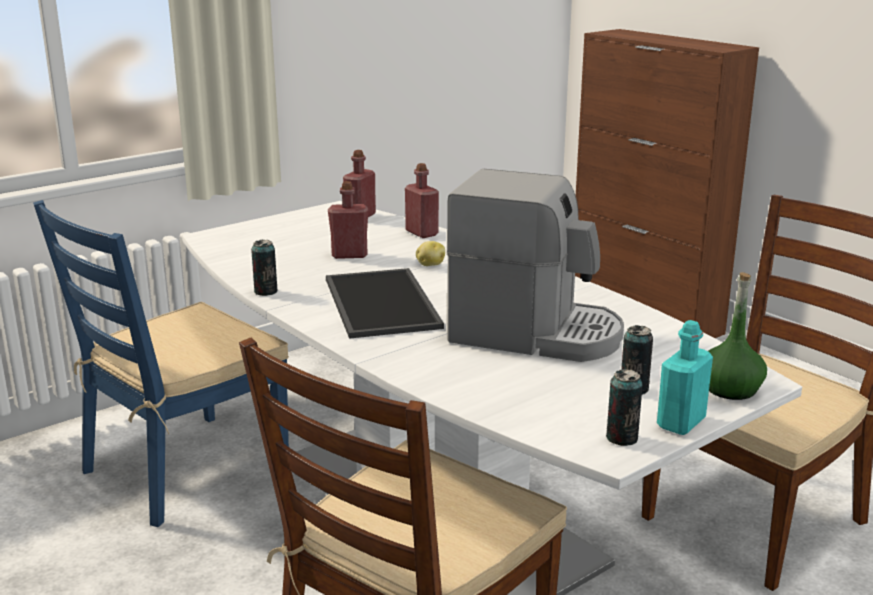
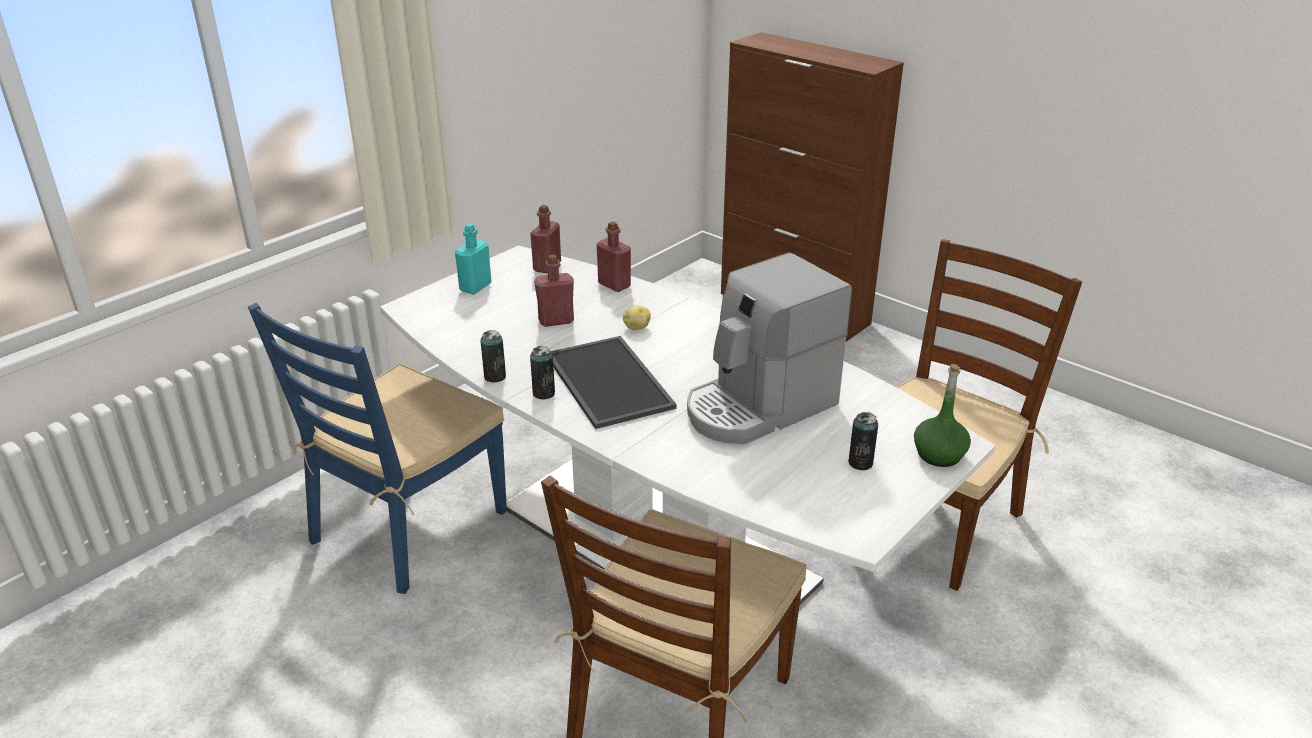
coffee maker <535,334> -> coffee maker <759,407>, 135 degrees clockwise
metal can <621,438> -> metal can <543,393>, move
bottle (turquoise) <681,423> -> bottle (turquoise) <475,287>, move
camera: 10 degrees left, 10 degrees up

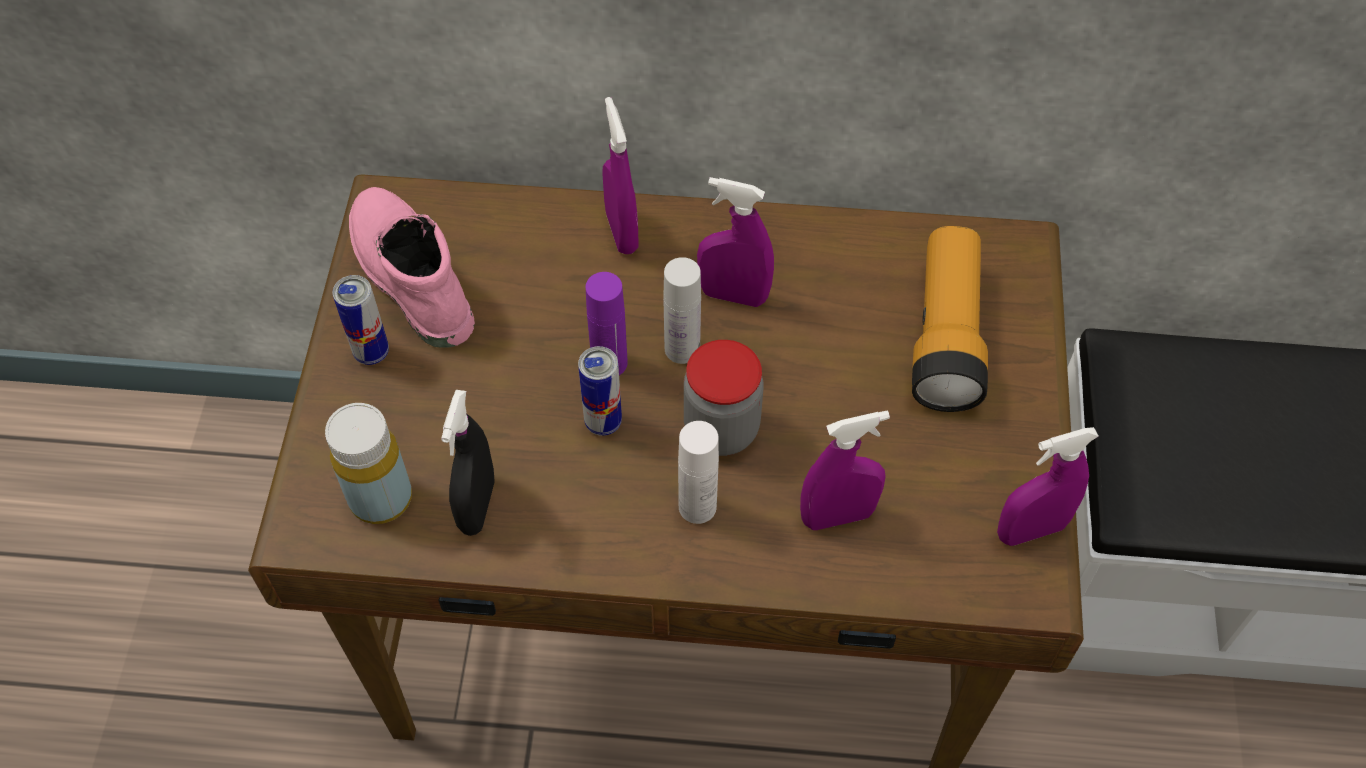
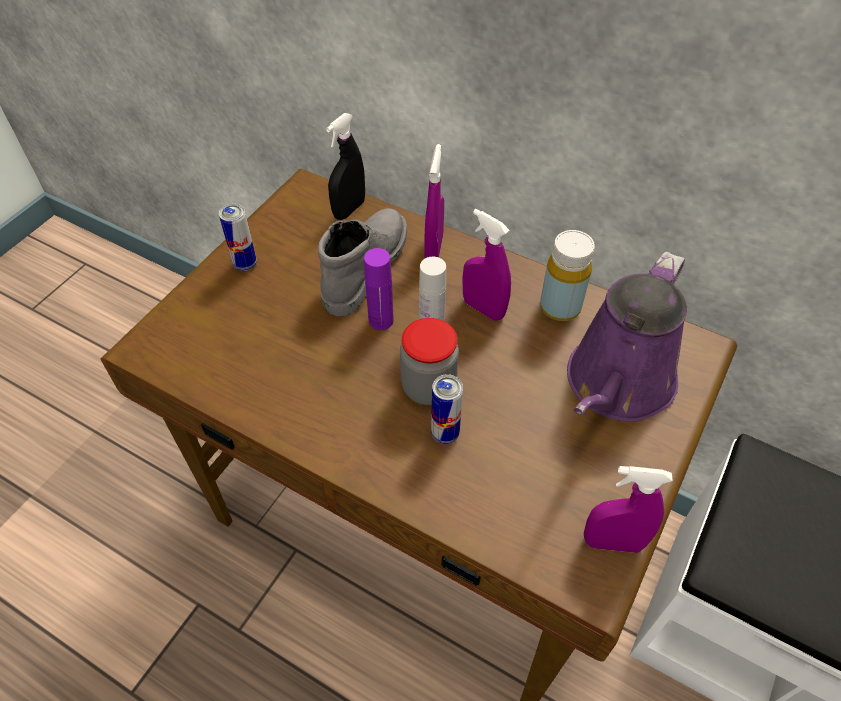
bottle (yellowish) <380,498> -> bottle (yellowish) <560,307>, move
boot (pinkish) <408,277> -> none
spray bottle (black) <477,506> -> spray bottle (black) <349,209>, move
metal can <603,422> -> metal can <445,433>, move
bottle (whitish) <697,506> -> none
spray bottle (purplish) <837,516> -> none
hand torch <946,336> -> watering can (purplish) <616,386>
none -> boot (gray) <363,267>
camera: 25 degrees right, 5 degrees down

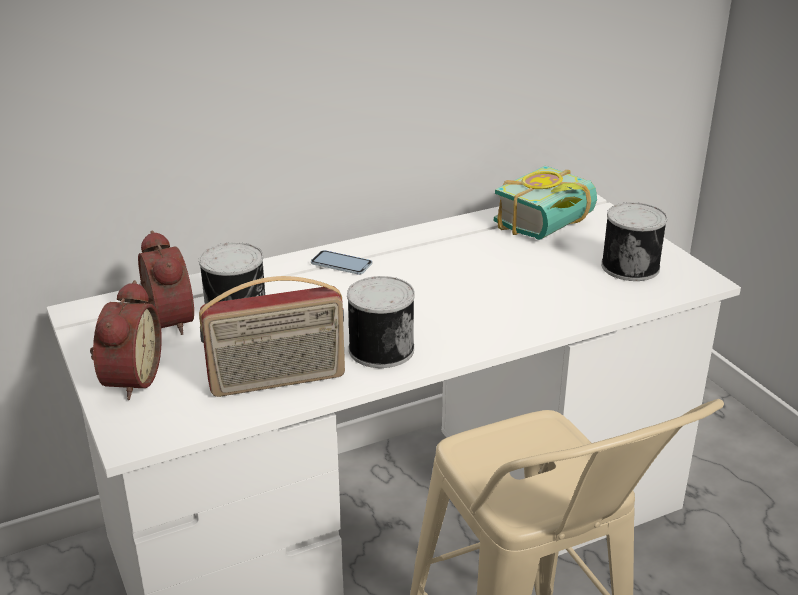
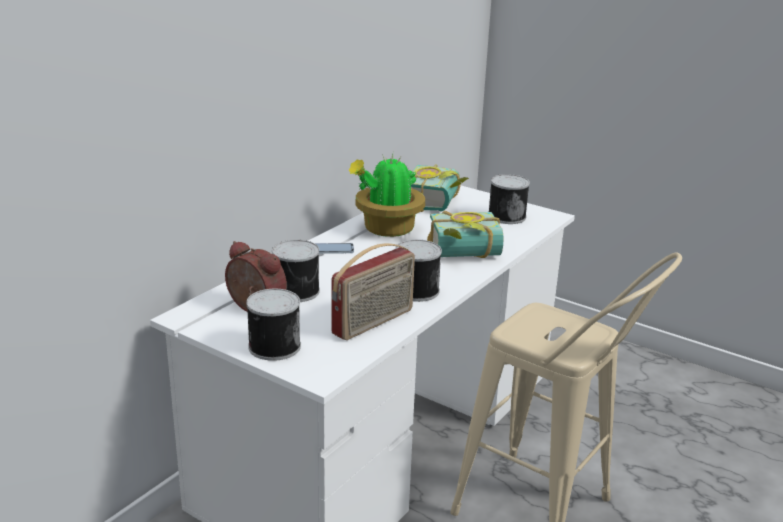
alarm clock <128,379> -> metal can <273,346>
none -> plant in a pot <387,229>
none -> volume <465,255>
camera: 30 degrees left, 5 degrees down

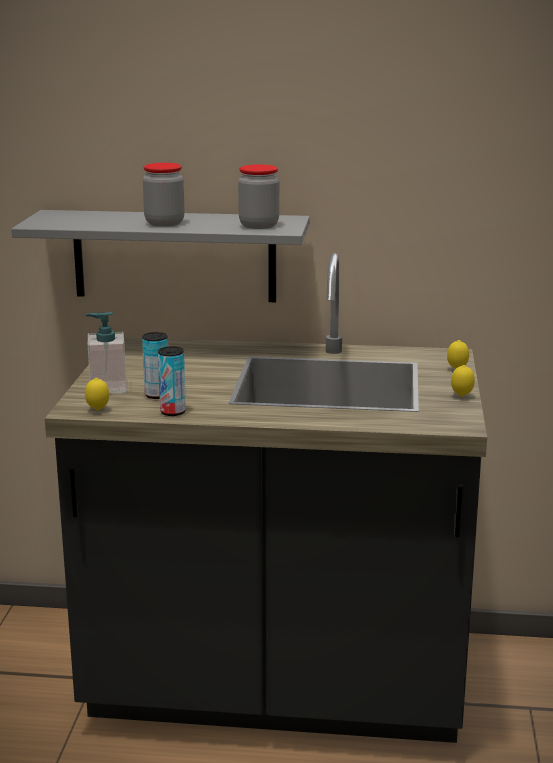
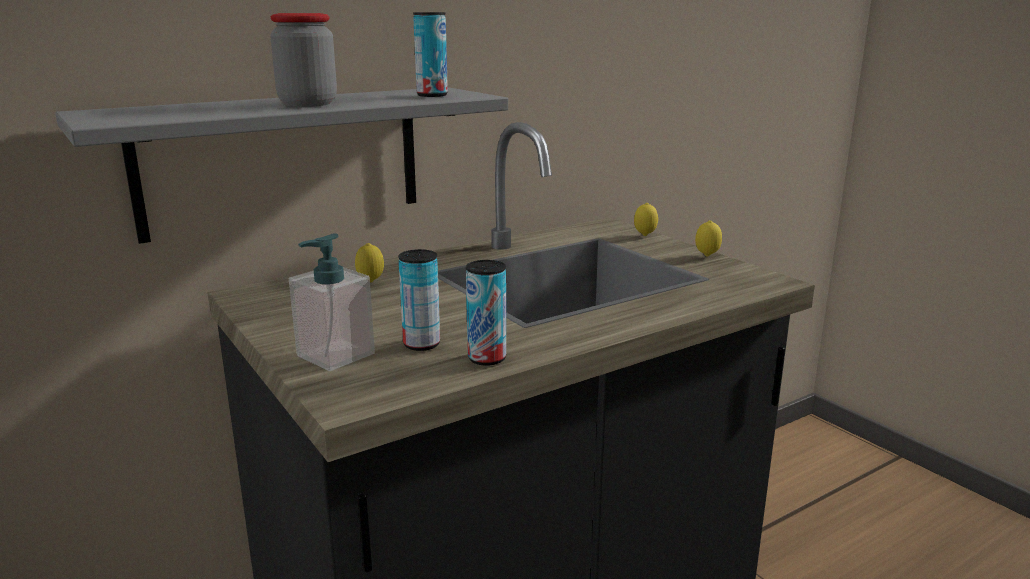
whole lemon <98,410> -> whole lemon <370,282>, move
jar <259,225> -> metal can <432,95>
camera: 40 degrees left, 0 degrees up

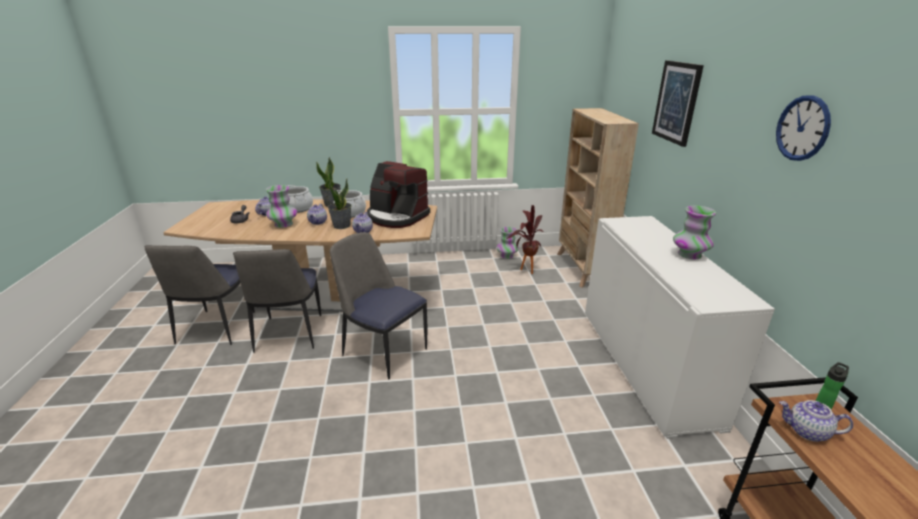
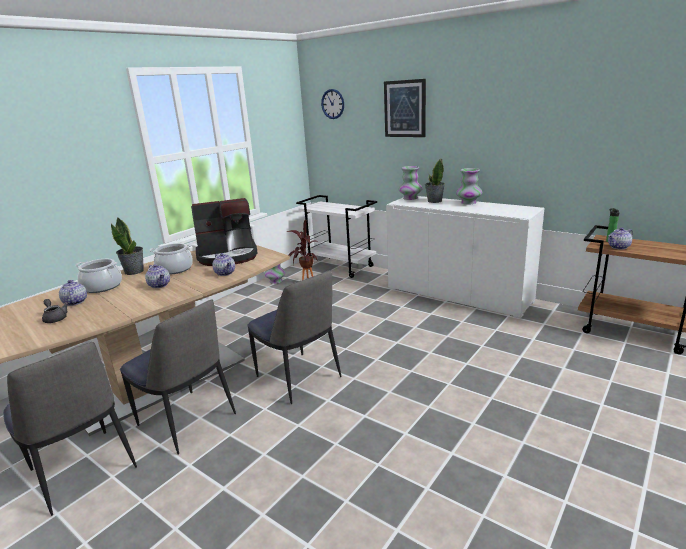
decorative vase <284,224> -> decorative vase <410,198>, move
plant in a pot <341,225> -> plant in a pot <434,201>, move
chair <383,351> -> chair <299,378>, 120 degrees counterclockwise
bookshelf (sand-coloured) <582,269> -> wheeled cart (whitish) <341,267>
wall clock <802,128> -> wall clock <332,104>, move
camera: 45 degrees left, 5 degrees down

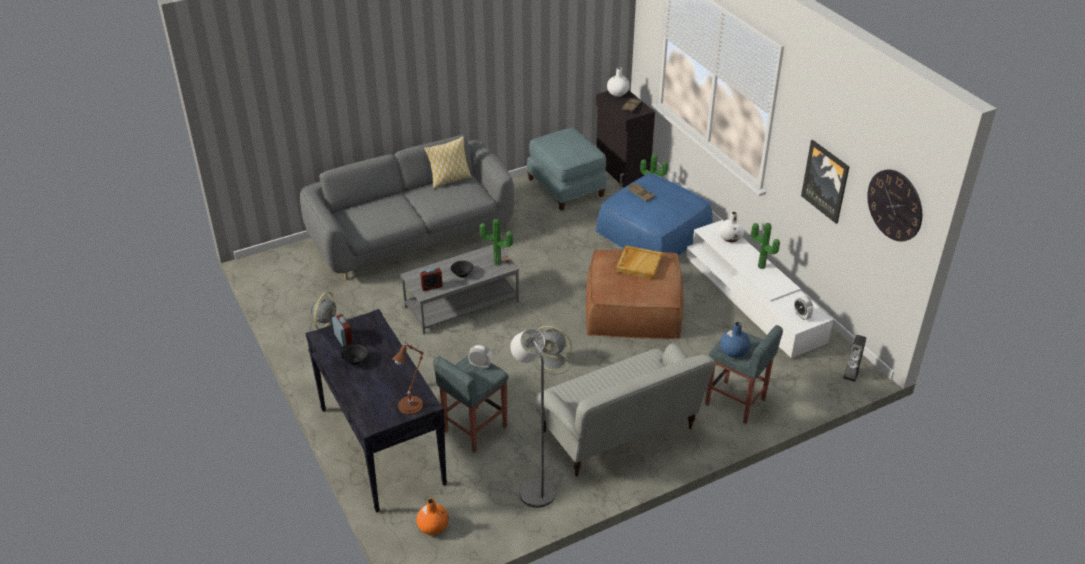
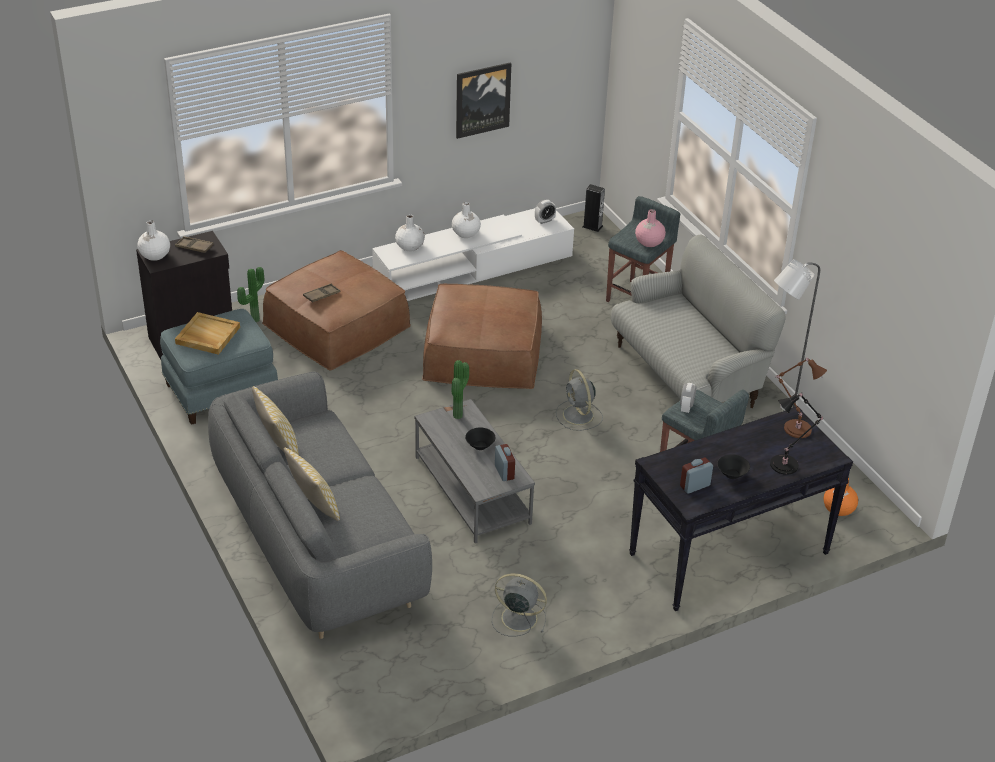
cooling fan (gray) <553,361> -> cooling fan (gray) <578,416>, 135 degrees clockwise
footrest (blue) <654,231> -> footrest (brown) <336,324>
tray (sand-coloured) <638,263> -> tray (sand-coloured) <207,335>, move
decorative vase (blue) <733,351> -> decorative vase (pinkish) <649,242>
plant in a pot <760,267> -> decorative vase (whitish) <465,233>
wall clock <895,205> -> none
none -> cushion <314,507>
none -> table lamp (black) <786,464>
camera: 90 degrees left, 0 degrees up

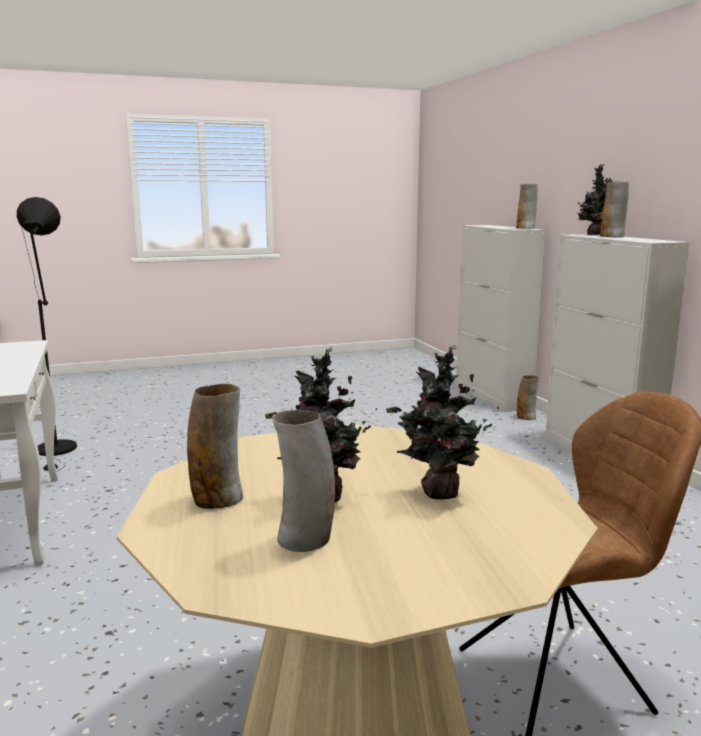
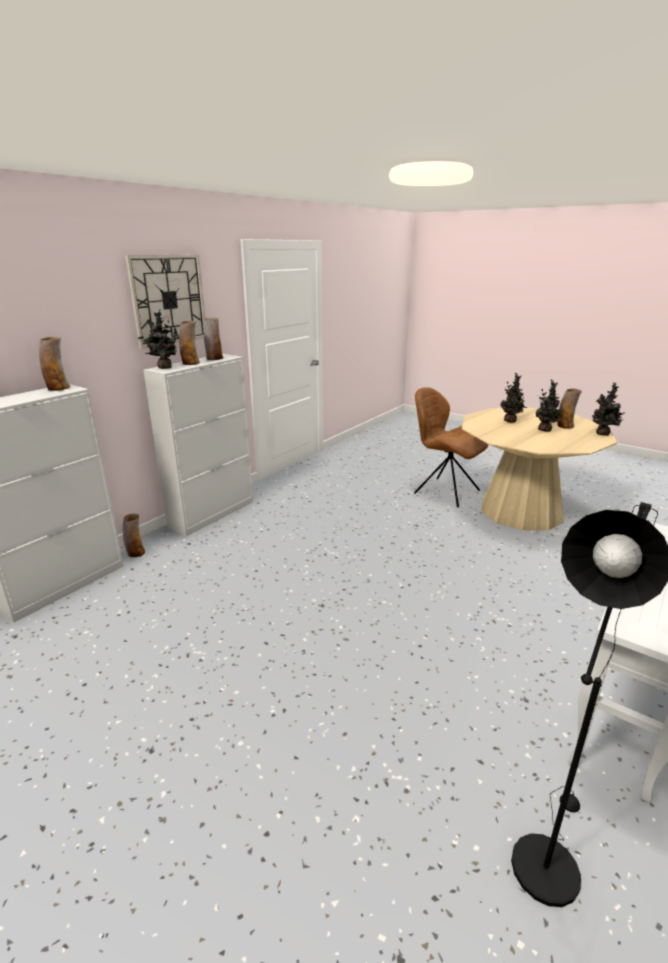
decorative vase <217,499> -> decorative vase <214,359>, move
none -> wall clock <168,300>
none -> plant in a pot <603,434>
camera: 125 degrees left, 10 degrees up

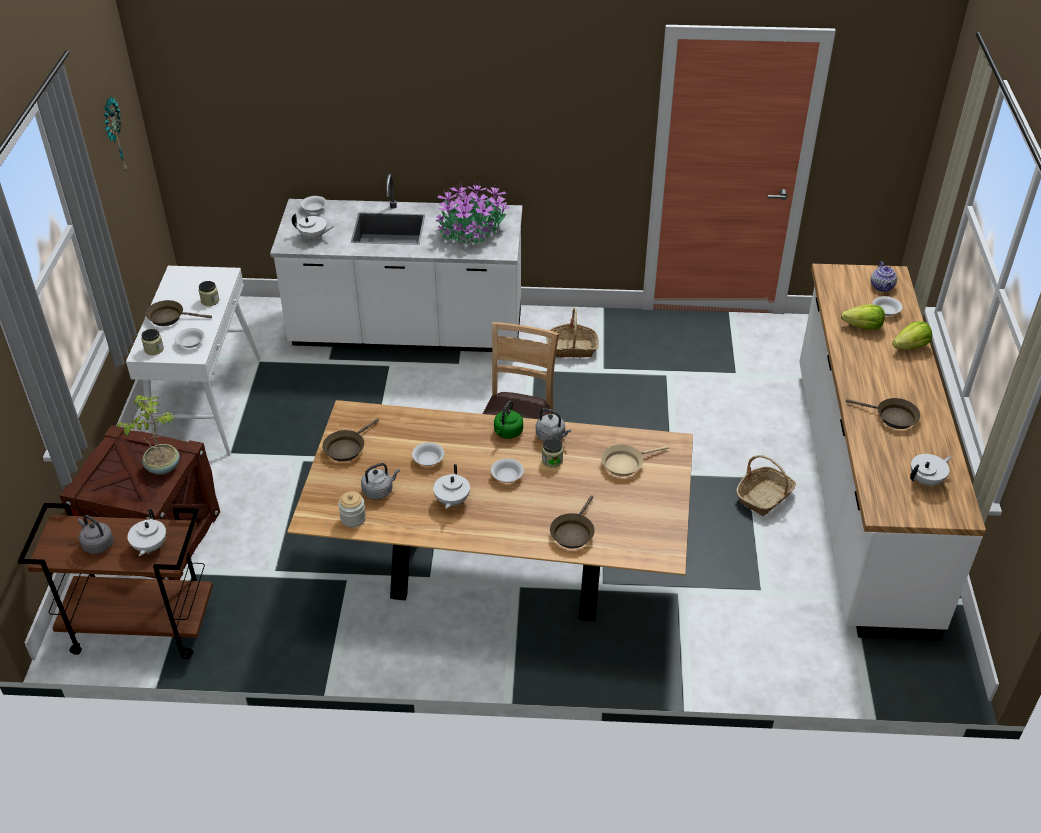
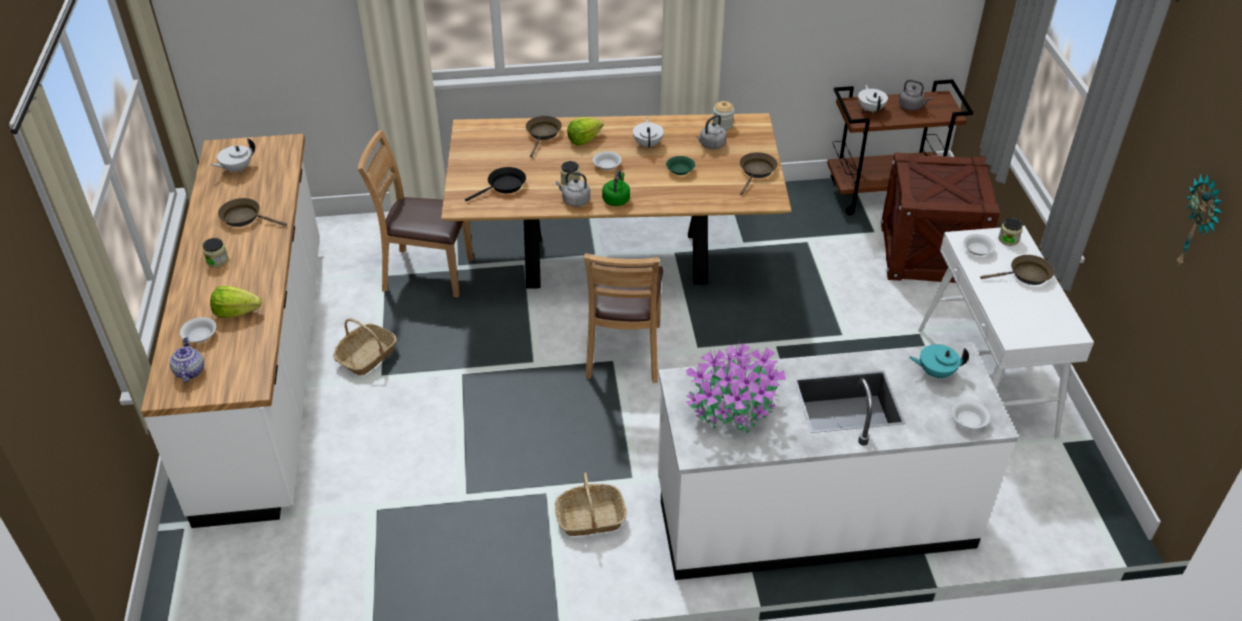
plant in a pot <162,466> -> none
jar <210,301> -> jar <217,261>, move
tea pot (whitish) <313,237> -> tea pot (turquoise) <935,372>
bowl (whitish) <428,459> -> bowl (green) <680,171>
frying pan (sand-coloured) <625,463> -> frying pan (black) <504,186>
lettuce <910,347> -> lettuce <584,139>, move
none -> chair (brown) <427,273>
camera: 170 degrees right, 0 degrees up

